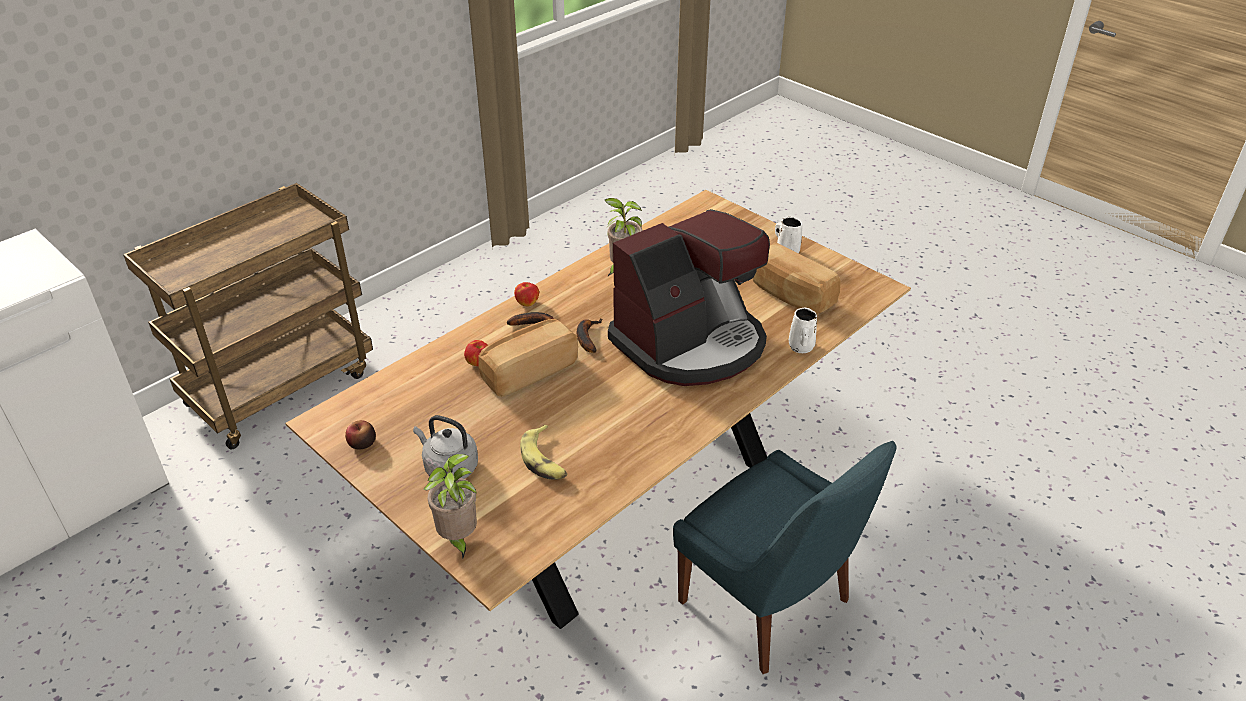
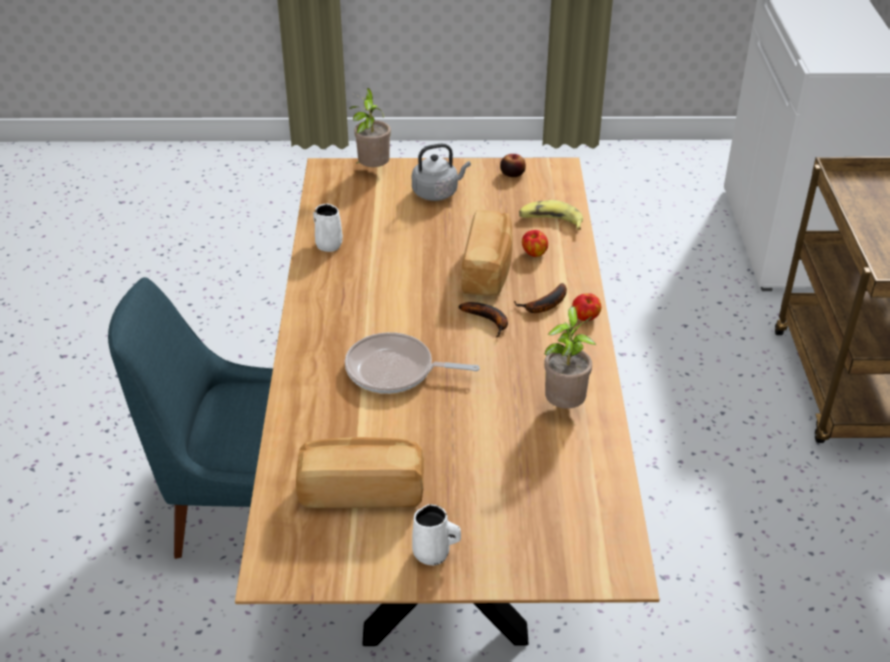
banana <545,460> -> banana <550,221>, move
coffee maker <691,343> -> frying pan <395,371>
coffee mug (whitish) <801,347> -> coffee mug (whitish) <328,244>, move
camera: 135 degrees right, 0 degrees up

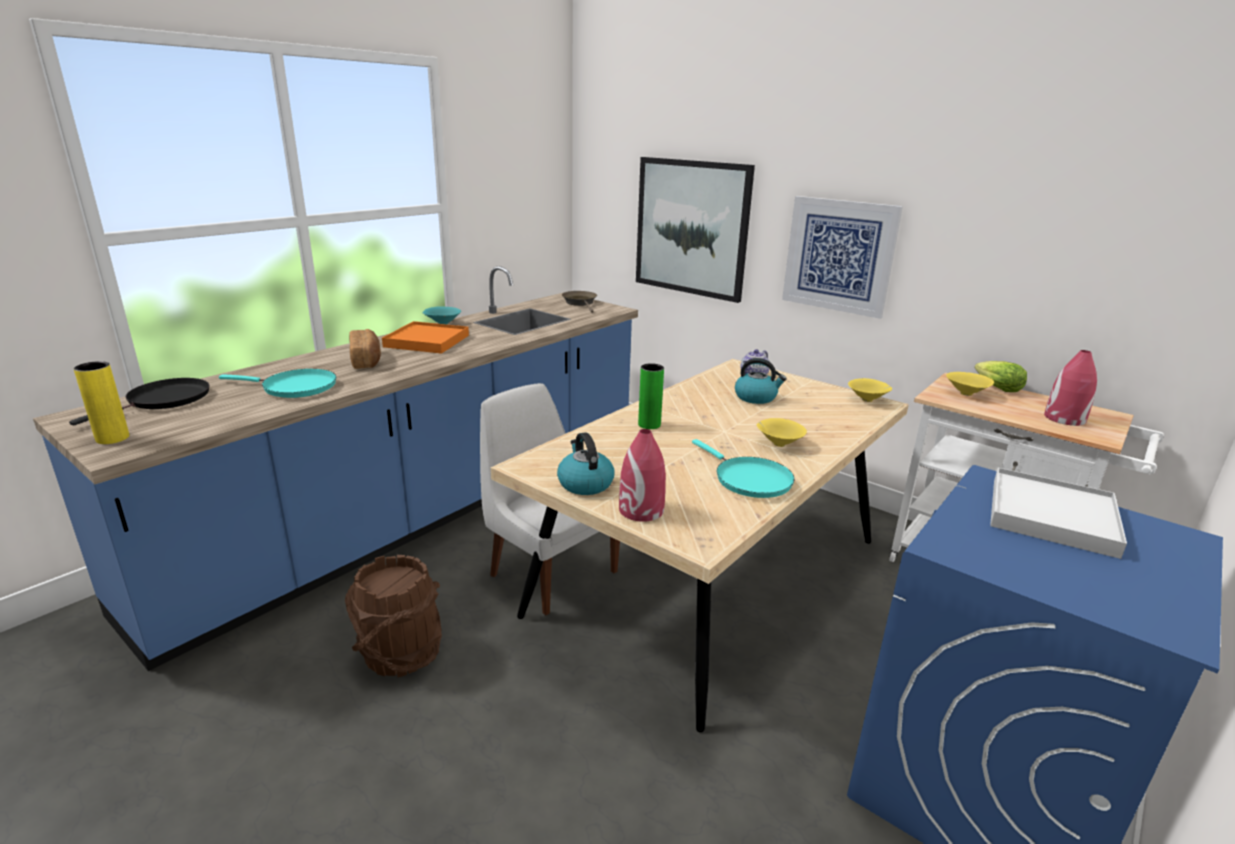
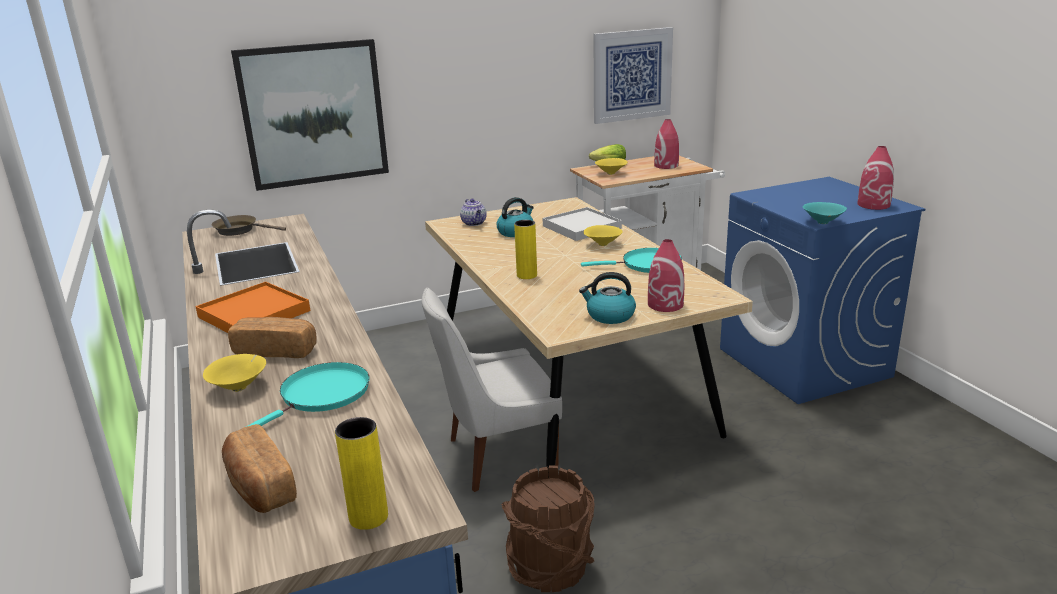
frying pan (black) <164,400> -> baked bread <259,486>
bowl (turquoise) <442,324> -> bowl (turquoise) <822,223>, move
decorative vase (green) <649,425> -> decorative vase (yellowish) <527,275>
wall art <839,256> -> wall art <632,75>, move
bowl (yellowish) <868,400> -> bowl (yellowish) <240,387>, move
tray (whitish) <1051,516> -> tray (whitish) <581,227>, move
none -> decorative vase (red) <874,205>
camera: 60 degrees left, 0 degrees up

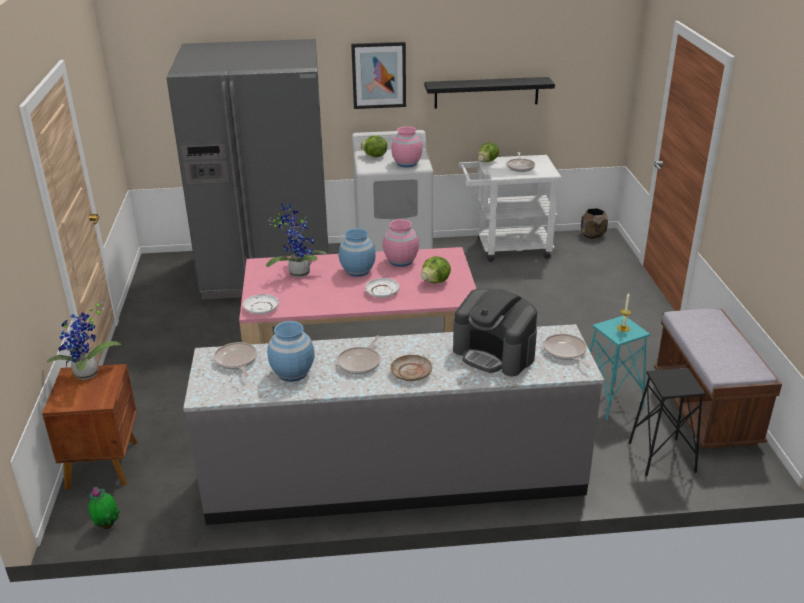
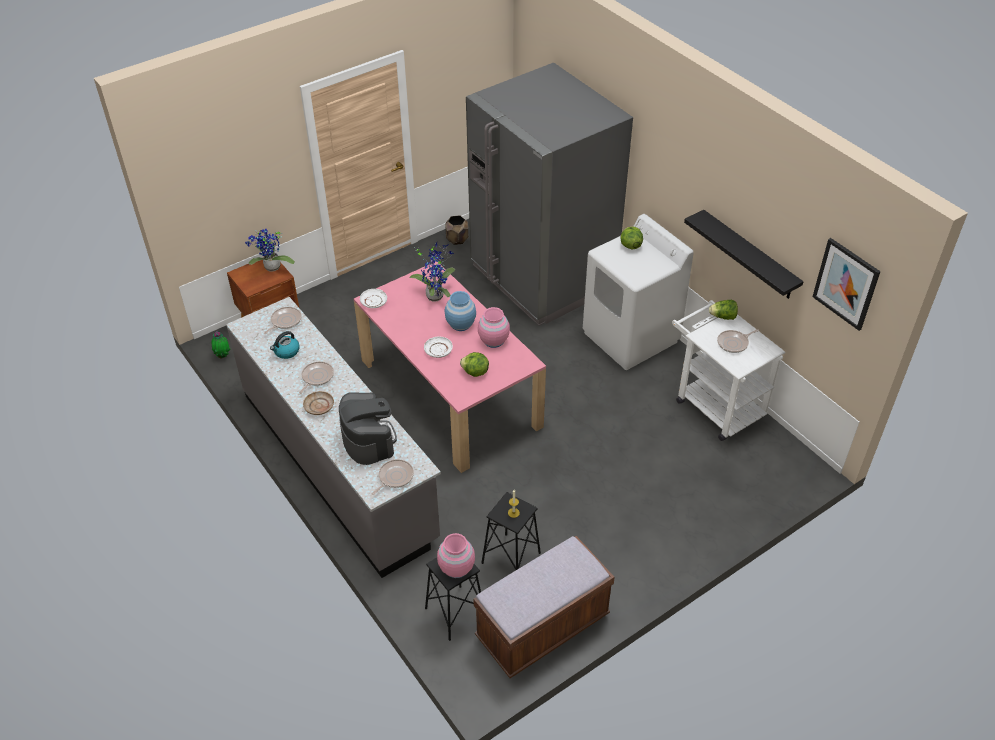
decorative vase (blue) <292,373> -> kettle <286,352>
frying pan <360,362> -> frying pan <316,377>, 120 degrees clockwise
wall art <379,75> -> wall art <846,283>, move
decorative vase (pinkish) <407,163> -> decorative vase (pinkish) <456,568>, move
coffee maker <494,354> -> coffee maker <368,439>, 150 degrees clockwise
plant pot (brown) <592,235> -> plant pot (brown) <456,239>, move
stool seat (turquoise) <610,401> -> stool seat (black) <511,558>
camera: 60 degrees right, 15 degrees up

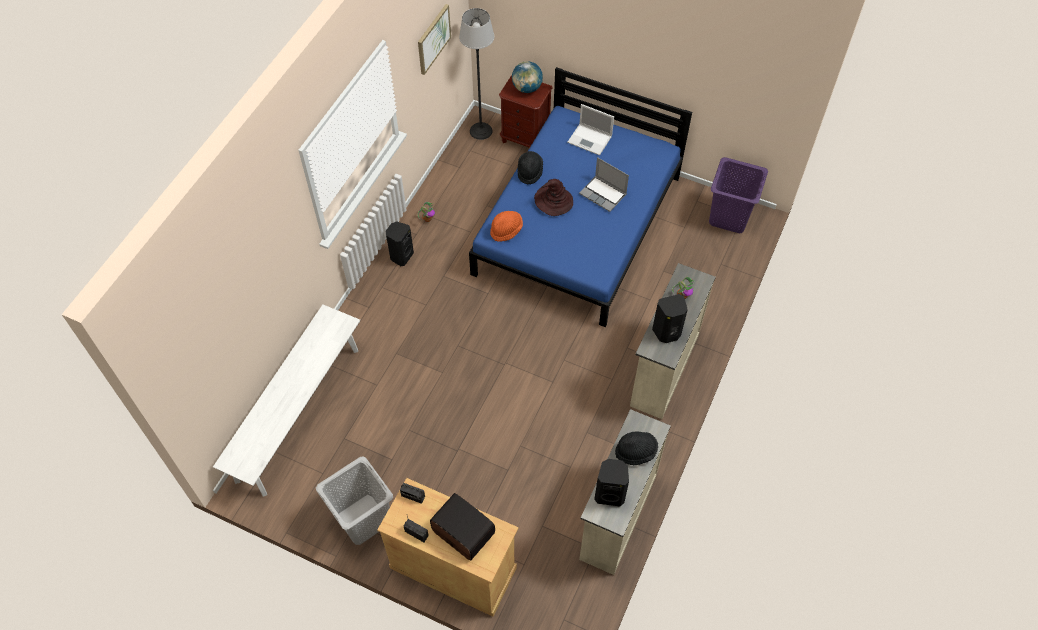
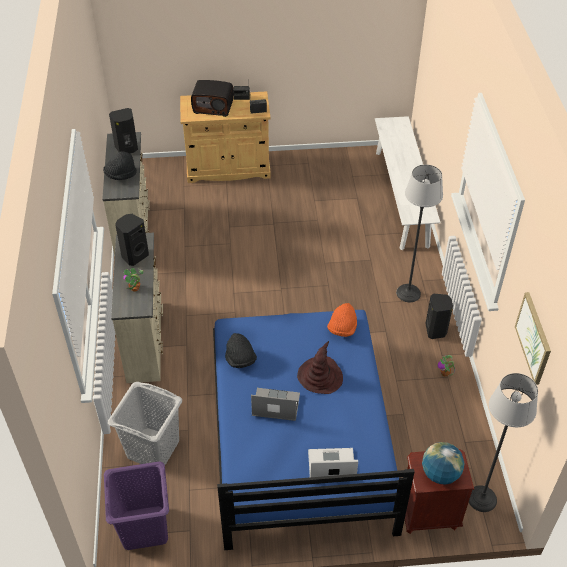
hamper (gray) <363,519> -> hamper (gray) <153,448>, move
wearable hat (black) <529,172> -> wearable hat (black) <240,359>, move
none -> standing lamp <408,293>
camera: 150 degrees right, 10 degrees down

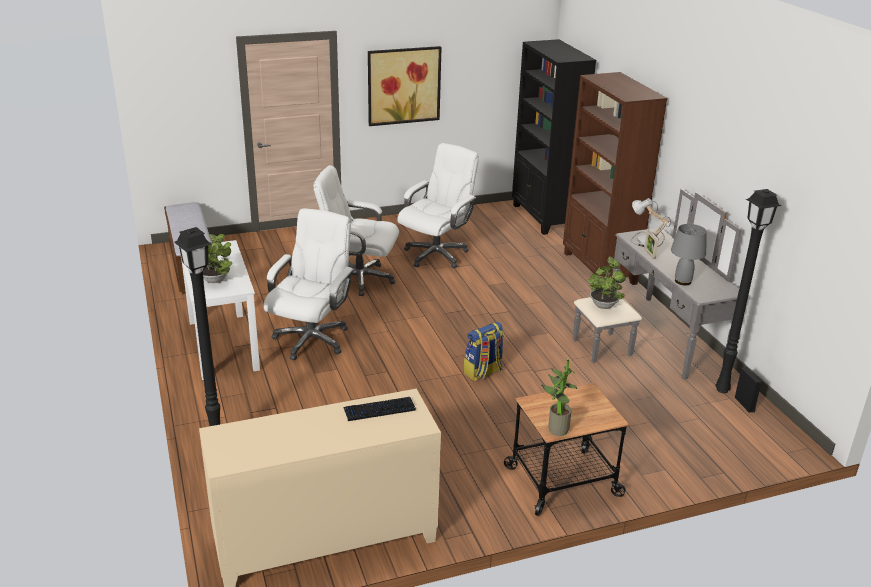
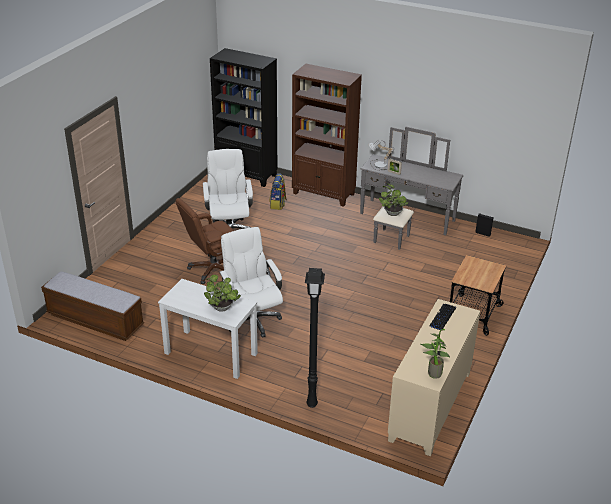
desk chair (whitish) <359,279> -> desk chair (brown) <213,270>
wall art <404,85> -> none
backpack <483,372> -> backpack <278,204>, move
plant in a pot <555,429> -> plant in a pot <432,374>, move
table lamp (gray) <682,281> -> none
standing lamp (black) <723,390> -> none
camera: 45 degrees left, 5 degrees up

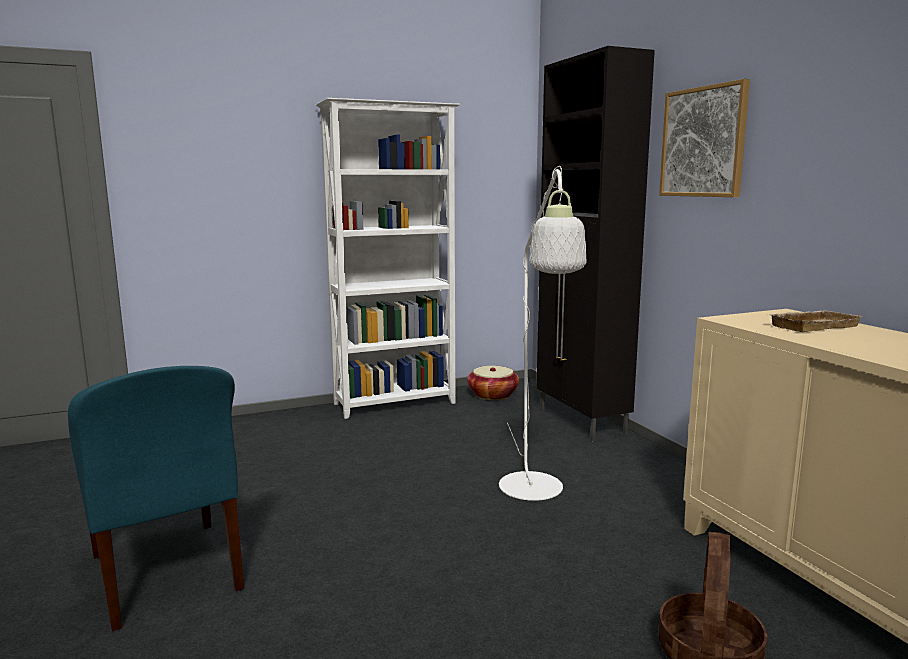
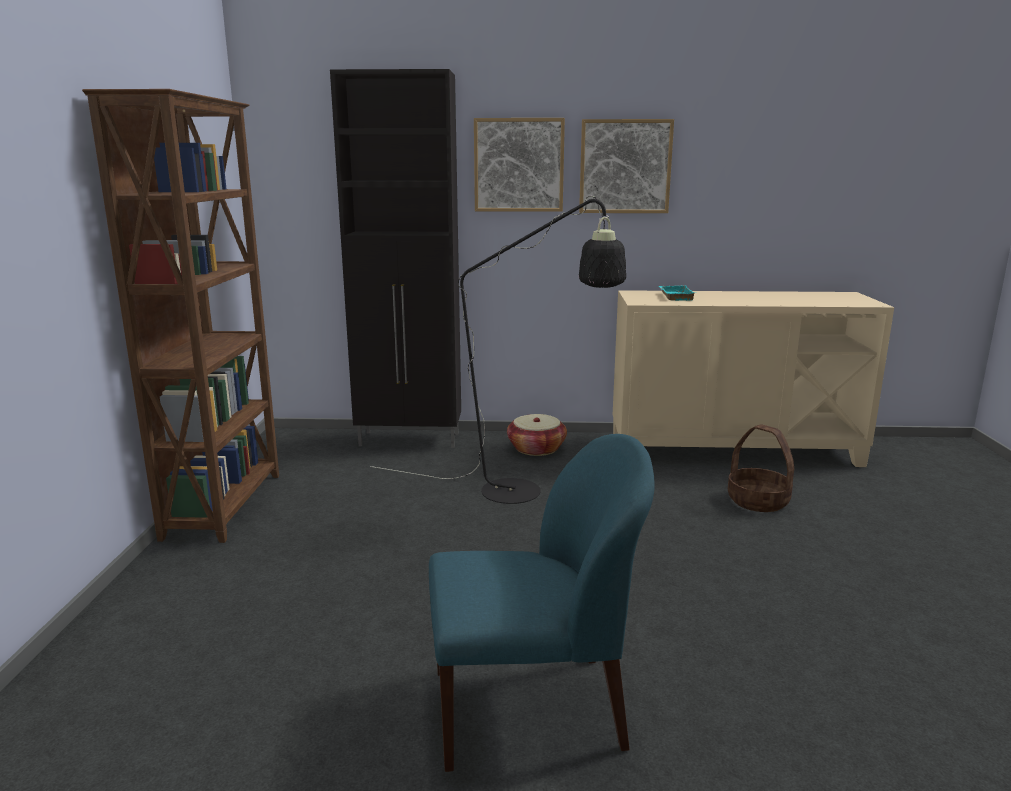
bookshelf (whitish) <396,404> -> bookshelf (brown) <226,505>
household basket <493,395> -> household basket <536,449>, move
standing lamp (whitish) <534,493> -> standing lamp (black) <526,493>
tray (sand-coloured) <812,325> -> tray (turquoise) <674,296>
none -> wall art <625,166>
camera: 65 degrees left, 5 degrees up

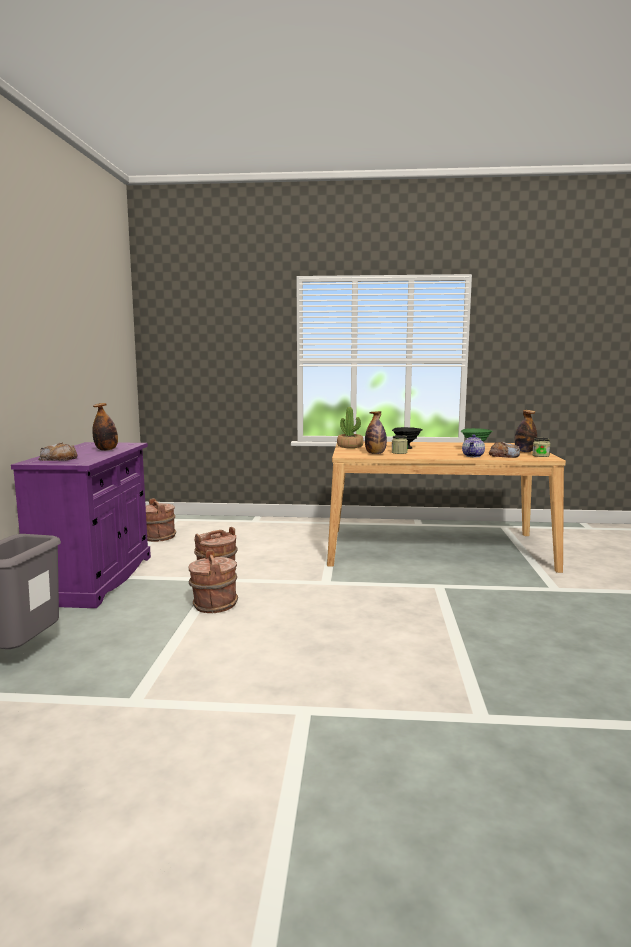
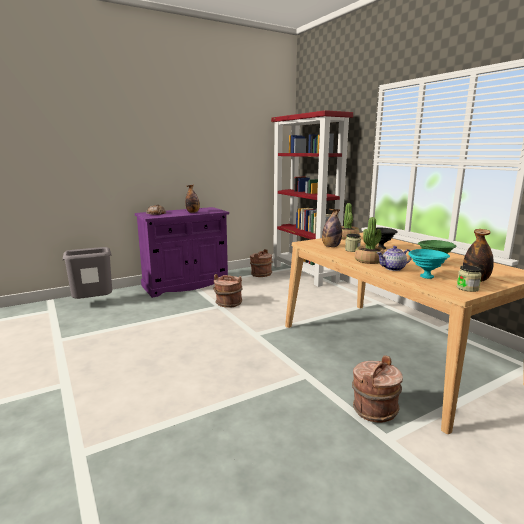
bucket (brown) <214,605> -> bucket (brown) <374,409>, move
baked bread <504,455> -> bowl (turquoise) <426,277>
none -> bookshelf (red) <305,273>
none -> plant in a pot <369,260>
camera: 55 degrees right, 5 degrees up

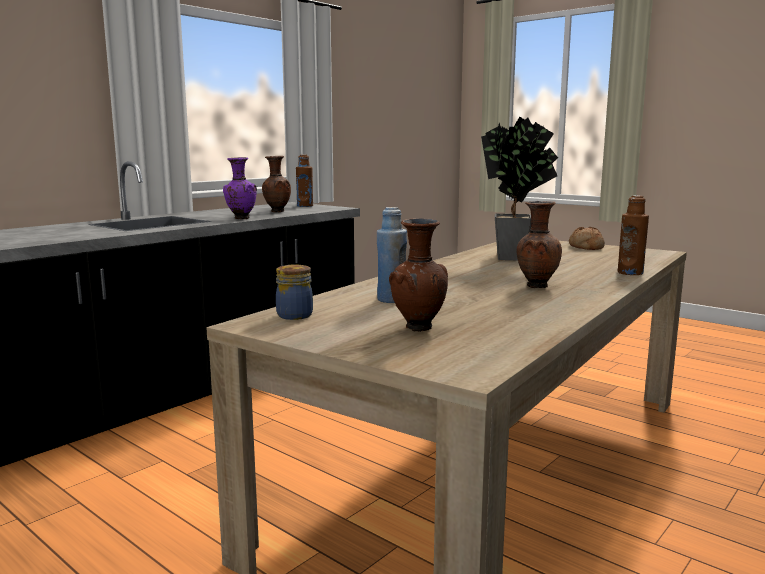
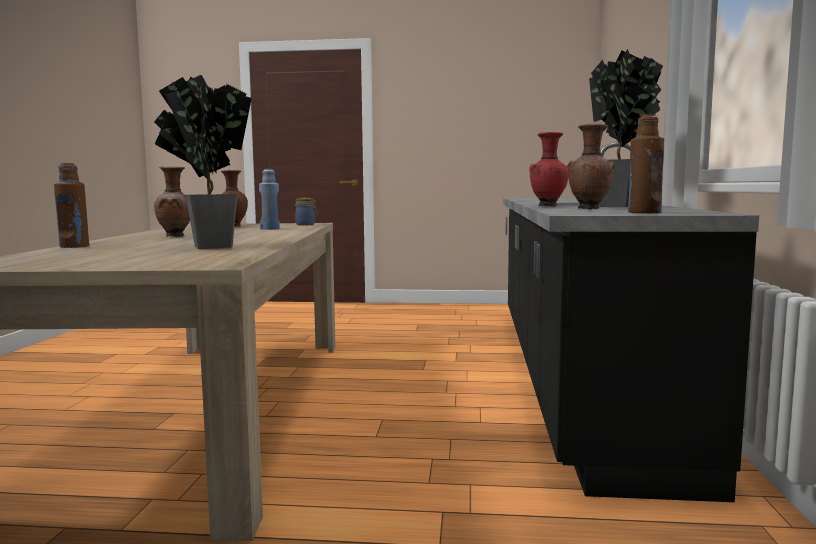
decorative vase (purplish) <240,219> -> decorative vase (red) <548,206>
baked bread <585,247> -> none
none -> plant in a pot <622,206>
camera: 145 degrees right, 5 degrees down

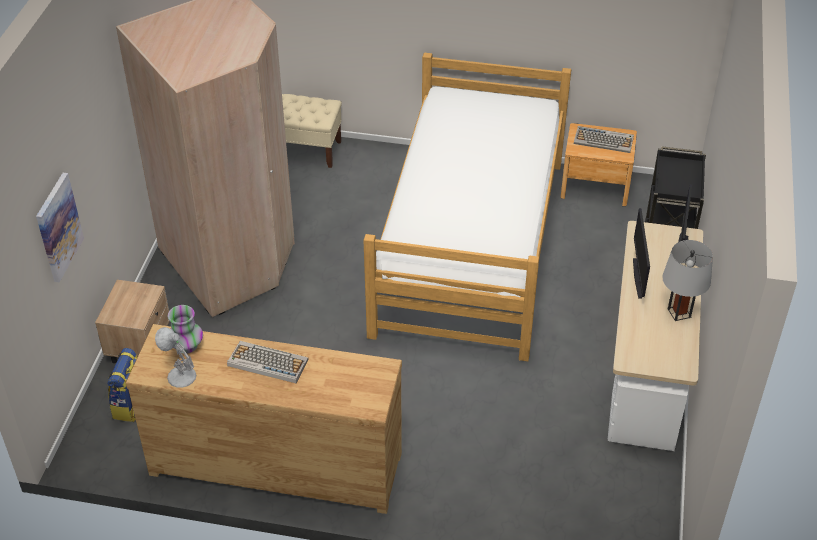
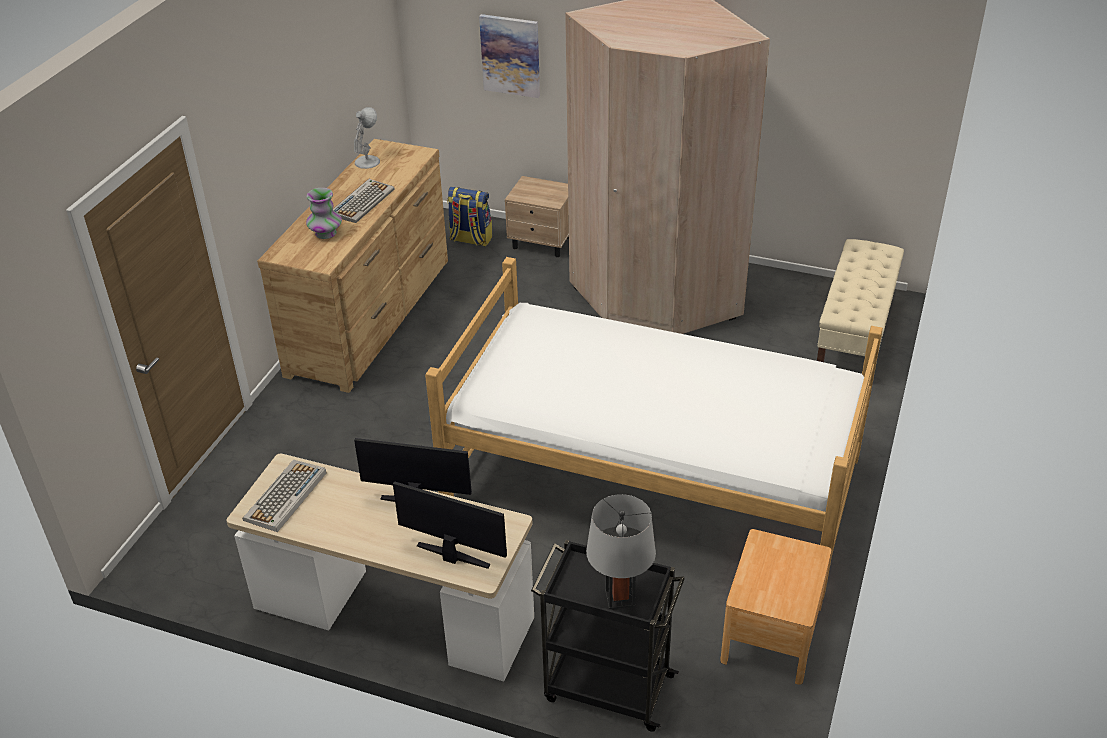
decorative vase <187,345> -> decorative vase <326,233>, move
PC keyboard <604,140> -> PC keyboard <285,497>, move
table lamp (gray) <679,313> -> table lamp (gray) <619,598>, move
camera: 100 degrees right, 5 degrees down

